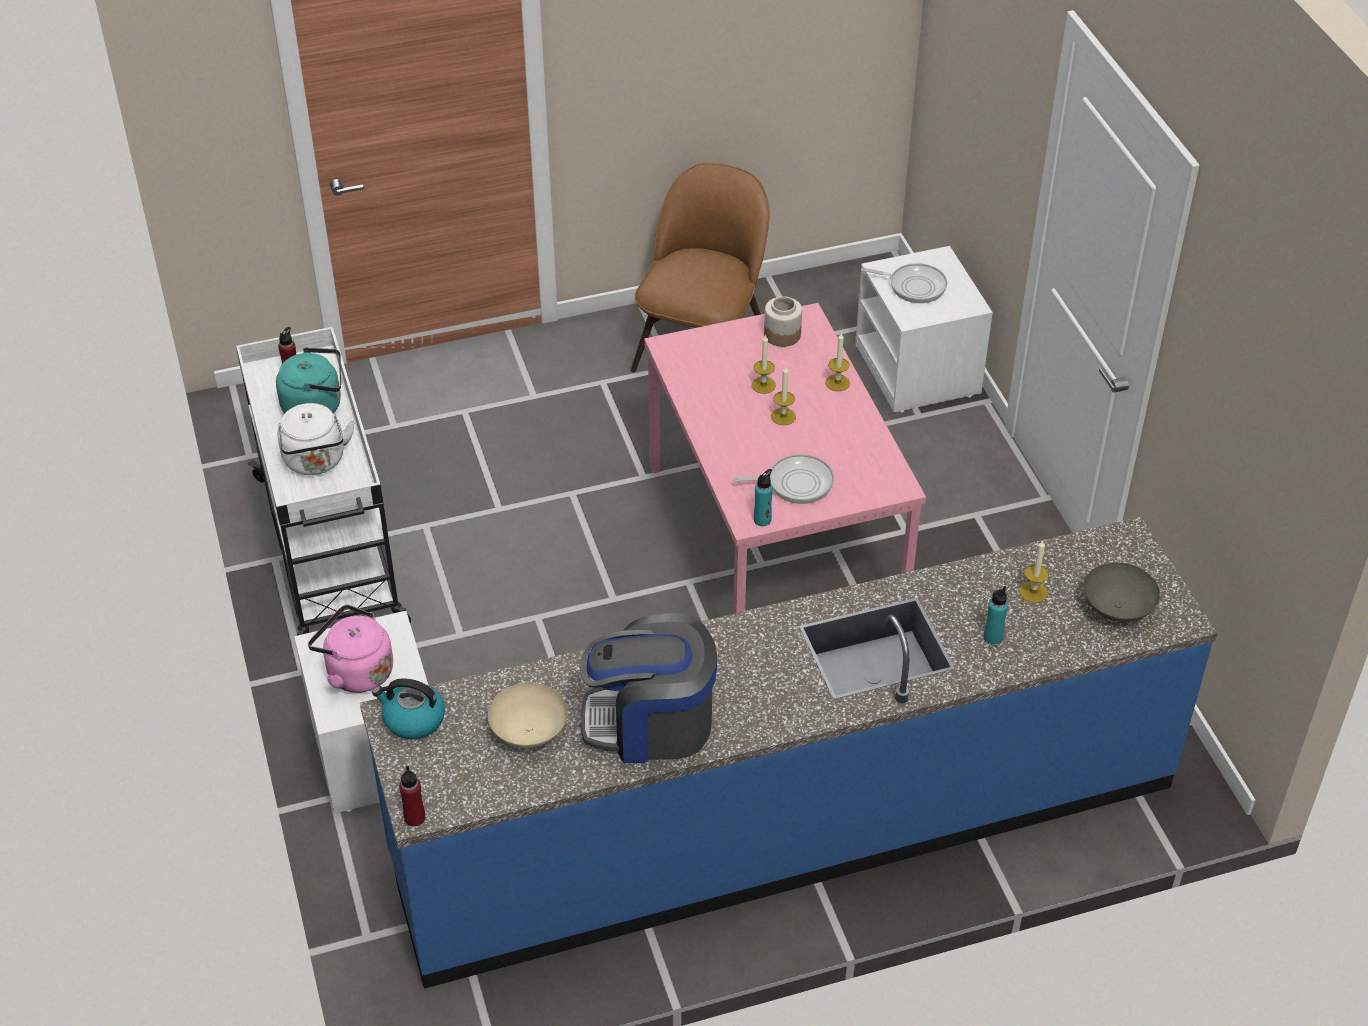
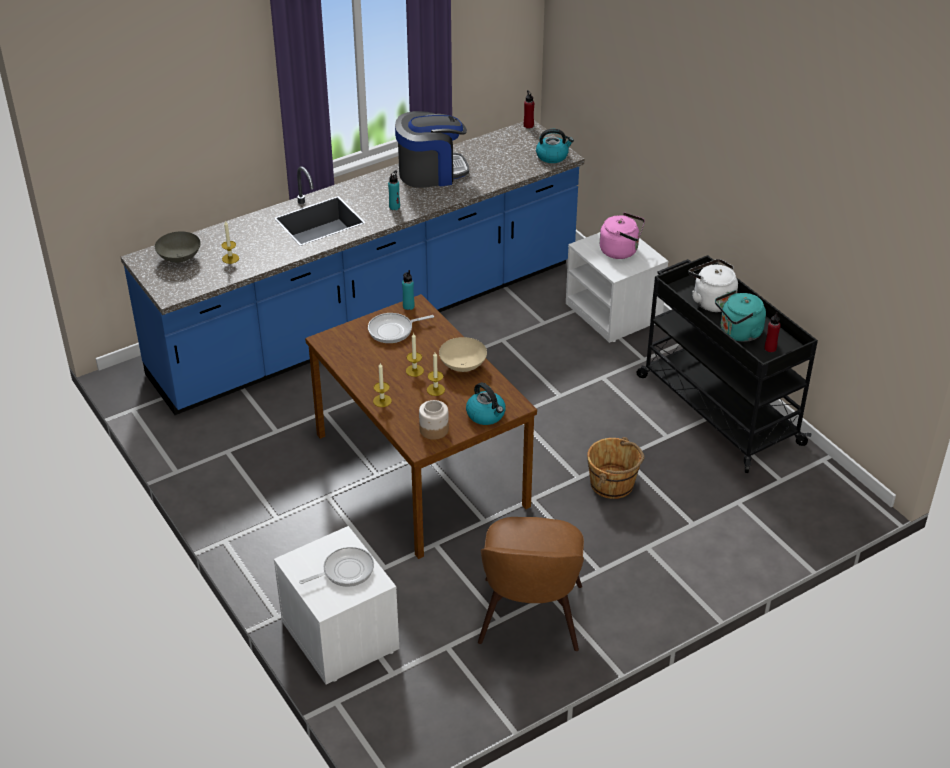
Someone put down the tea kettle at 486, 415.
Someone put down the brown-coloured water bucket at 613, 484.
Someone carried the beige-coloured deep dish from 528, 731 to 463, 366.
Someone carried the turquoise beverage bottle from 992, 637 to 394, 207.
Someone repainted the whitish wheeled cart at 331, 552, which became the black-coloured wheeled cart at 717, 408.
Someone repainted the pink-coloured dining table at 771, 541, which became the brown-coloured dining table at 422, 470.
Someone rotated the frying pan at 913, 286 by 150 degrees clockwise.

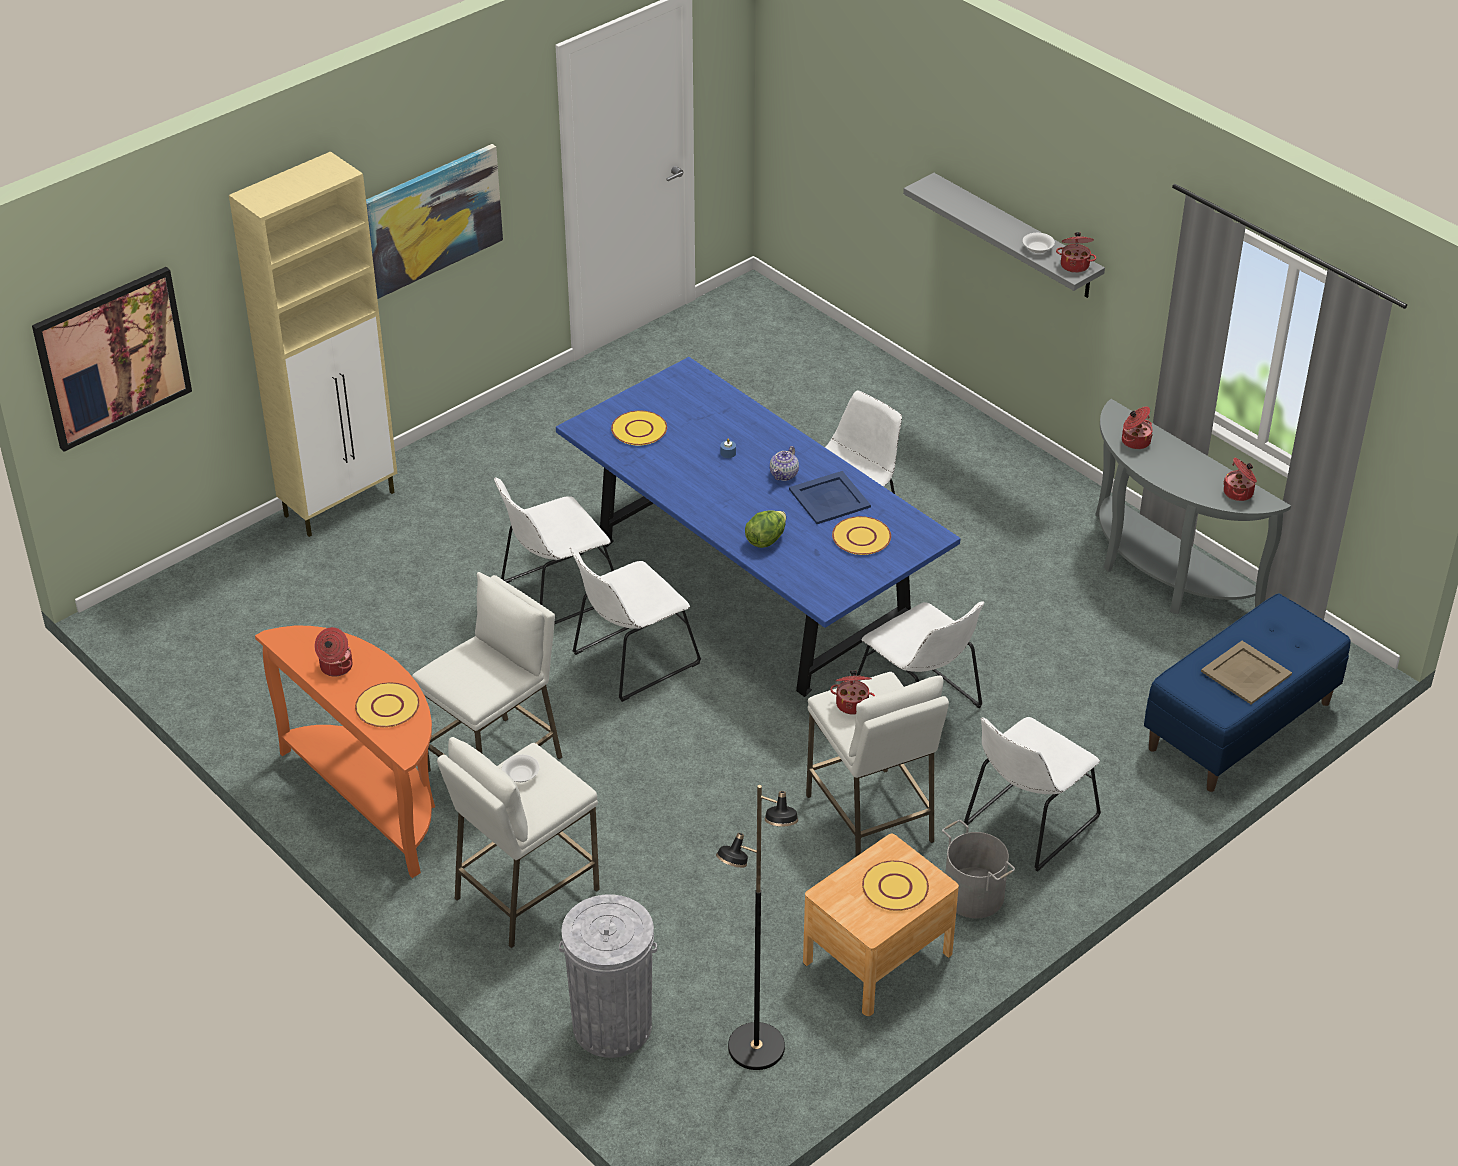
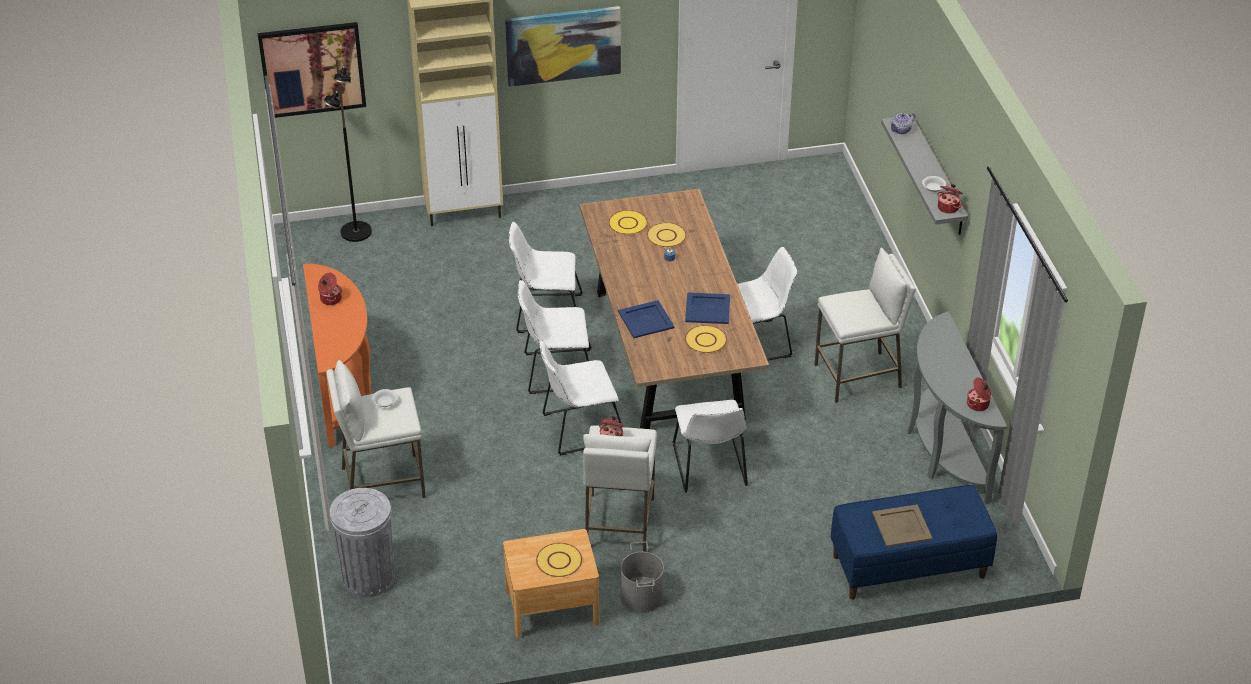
Someone took away the cooking pot at 1135, 441.
Someone carried the yellow-coloured flat dish from 387, 707 to 666, 236.
Someone carried the whitish sitting stool from 495, 764 to 858, 376.
Someone carried the black-coloured standing lamp from 756, 1048 to 355, 232.
Someone carried the pot for tea from 784, 474 to 901, 130.
Someone carried the whitish upright chair from 1027, 824 to 579, 429.
Someone swapped the head of lettuce at 766, 539 for the bluish tray at 645, 319.
Someone repainted the bluish dining table at 752, 584, which became the brown-coloured dining table at 668, 353.

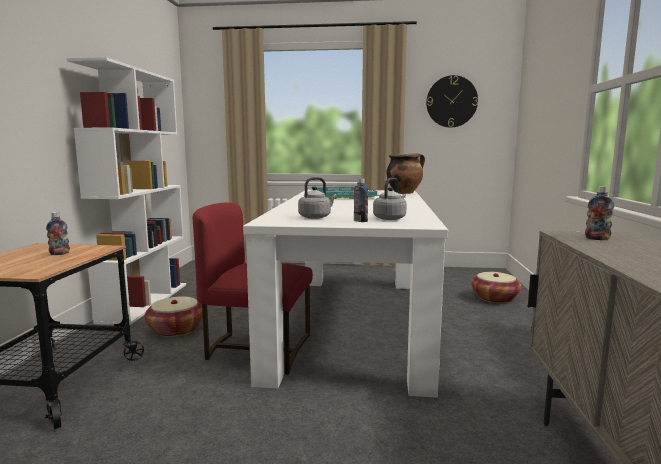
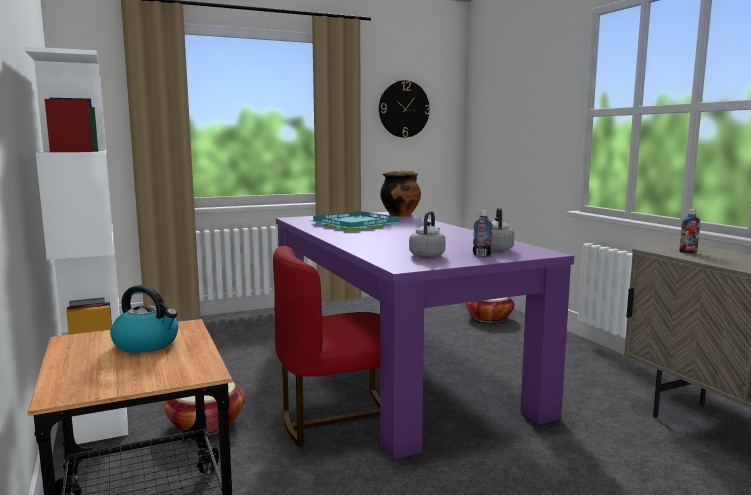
Someone swapped the beverage bottle at 59, 254 for the tea kettle at 147, 344.
Someone repainted the whitish dining table at 353, 321, which became the purplish dining table at 395, 367.

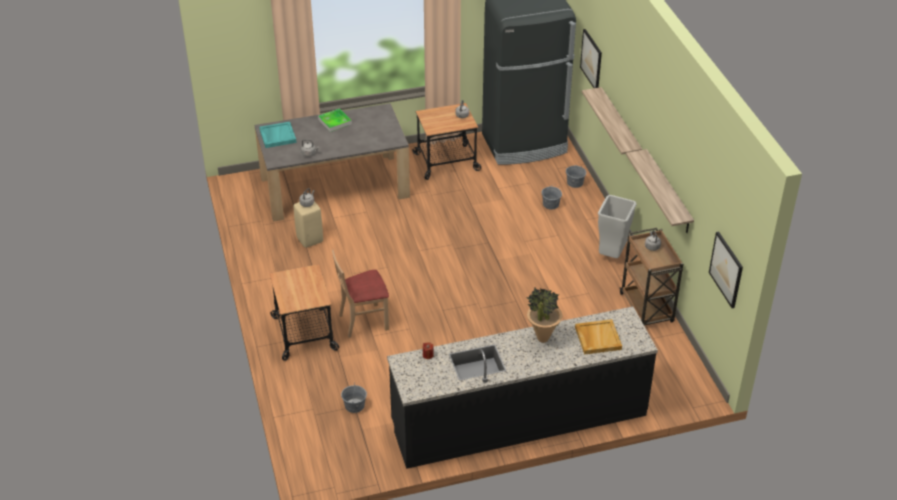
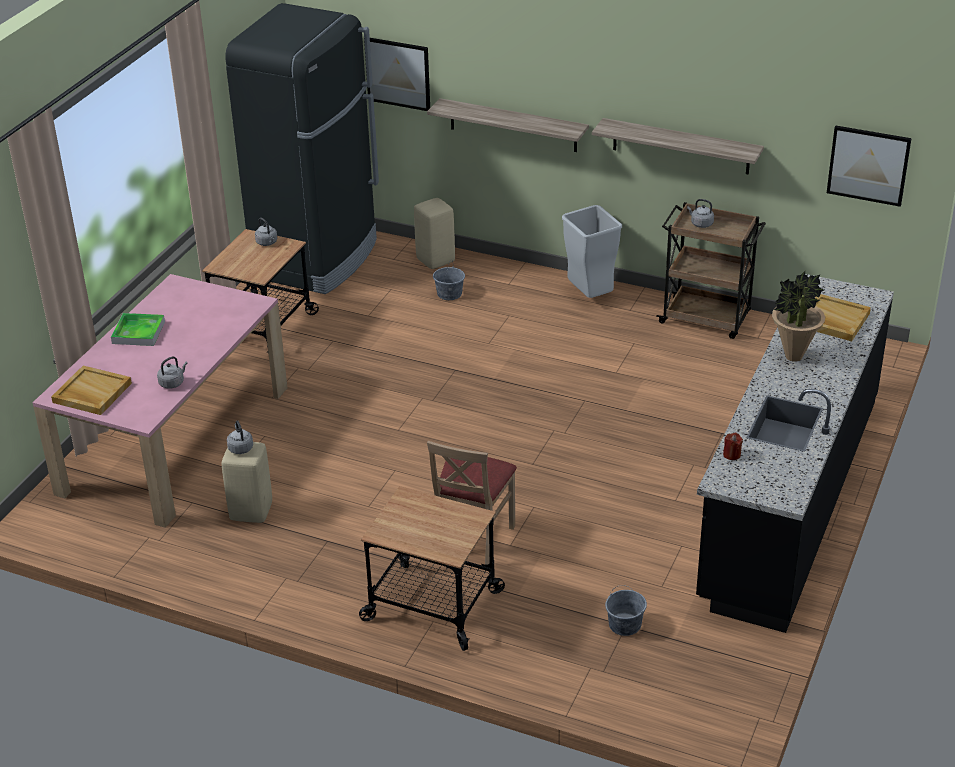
Someone swapped the grey water bucket at 575, 183 for the beige-coloured sitting stool at 435, 260.
Someone repainted the grey dining table at 334, 186, which became the pink-coloured dining table at 174, 439.
Someone repainted the turquoise tray at 277, 136, which became the beige-coloured tray at 91, 393.

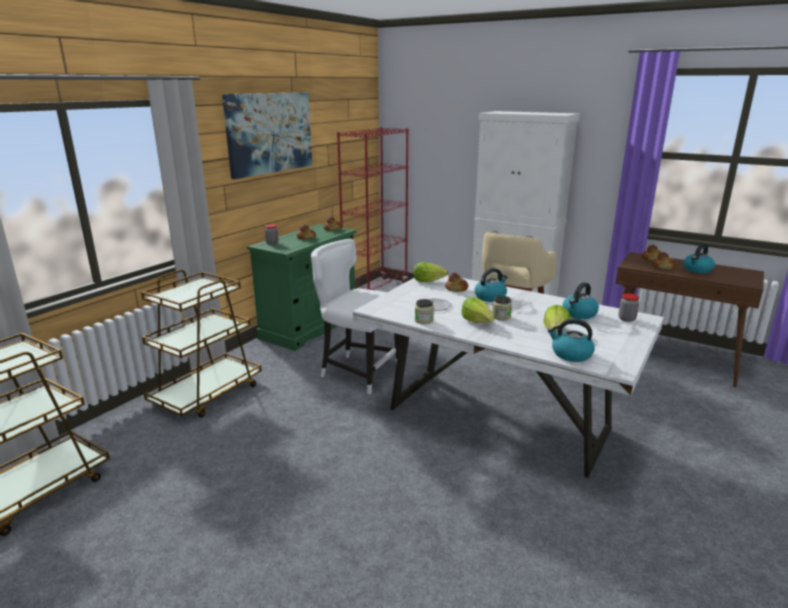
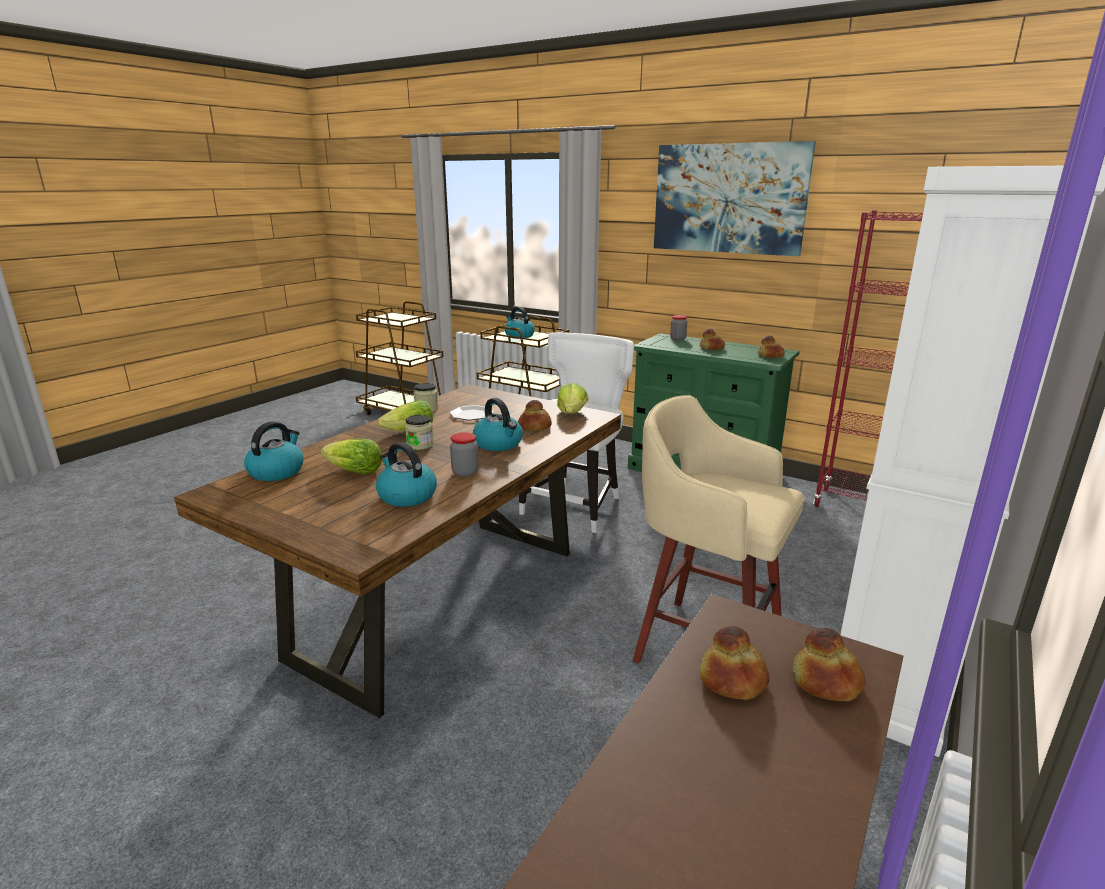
Someone carried the preserve jar from 626, 319 to 465, 472.
Someone carried the tea kettle from 697, 270 to 519, 336.
Someone repainted the whitish dining table at 499, 419, which became the brown-coloured dining table at 441, 603.

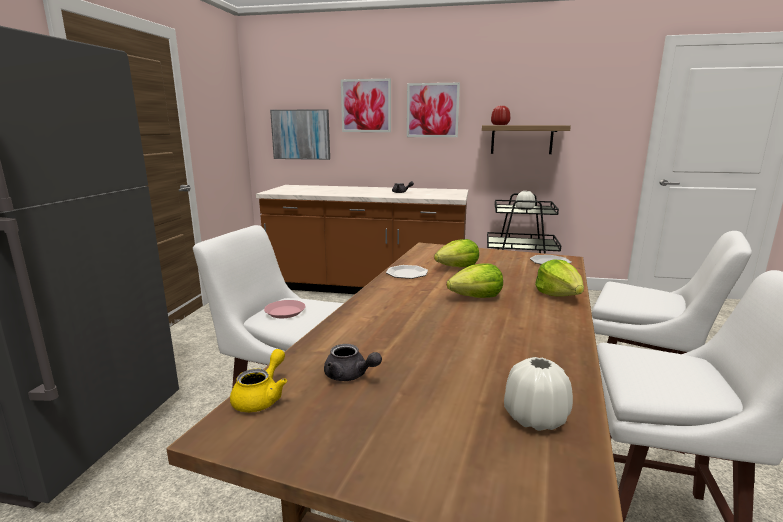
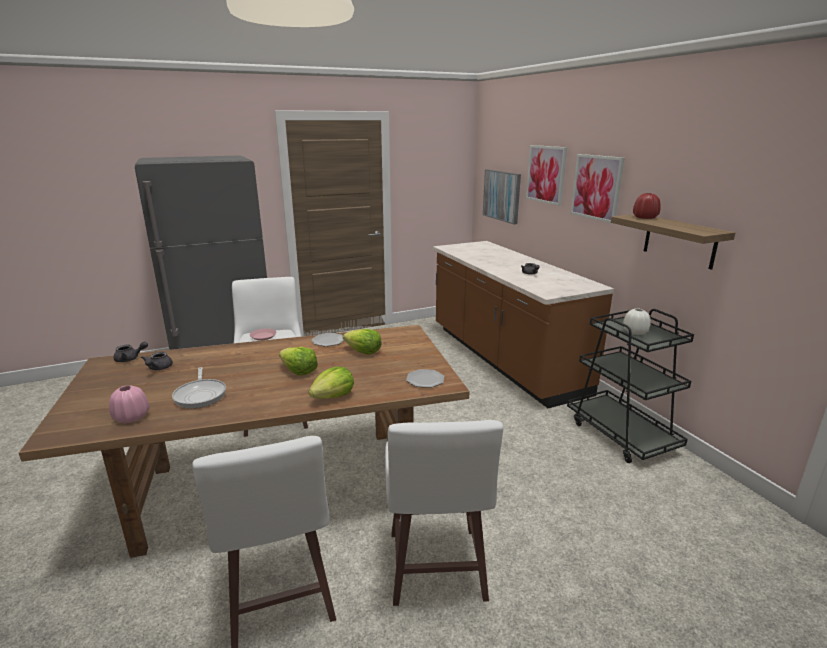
Someone put down the frying pan at 201, 395.
Someone repainted the yellow-coloured pot for tea at 262, 397, which became the grey pot for tea at 130, 359.
Someone repainted the whitish vase at 535, 418, which became the pink-coloured vase at 131, 417.

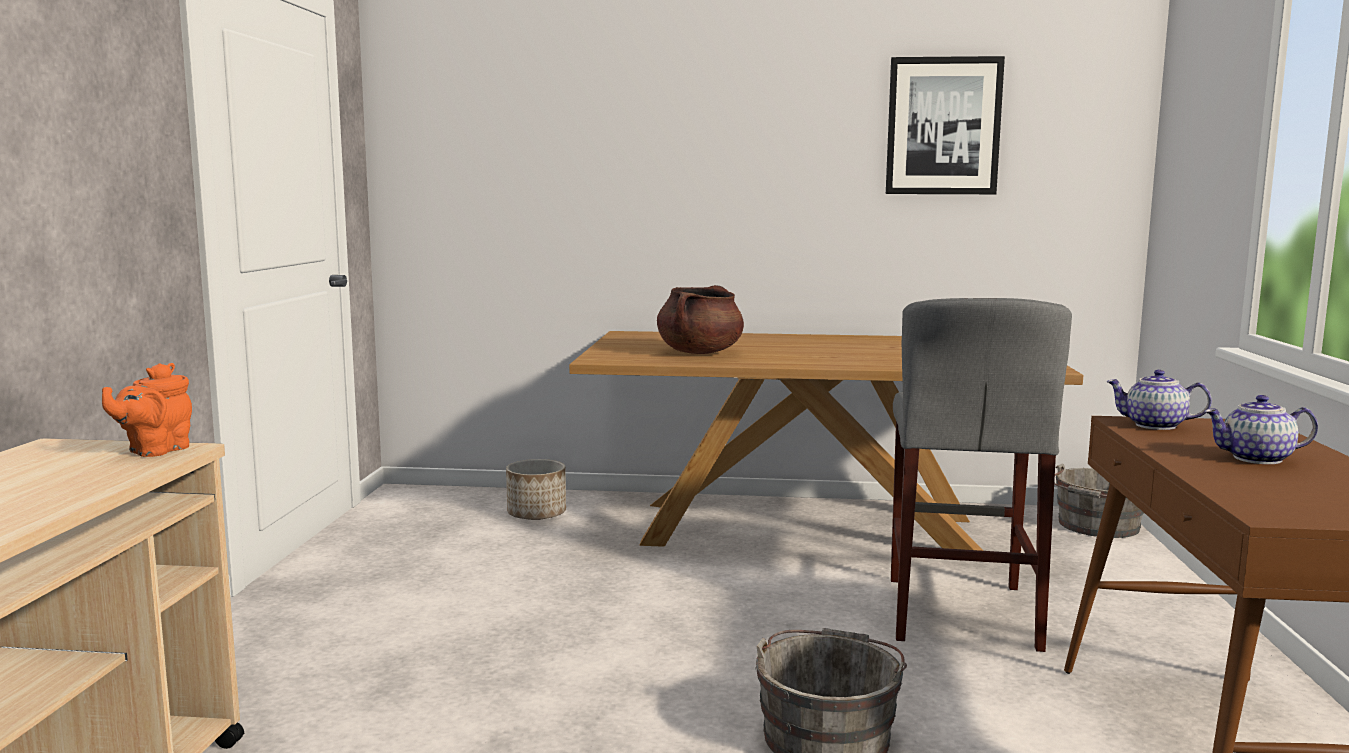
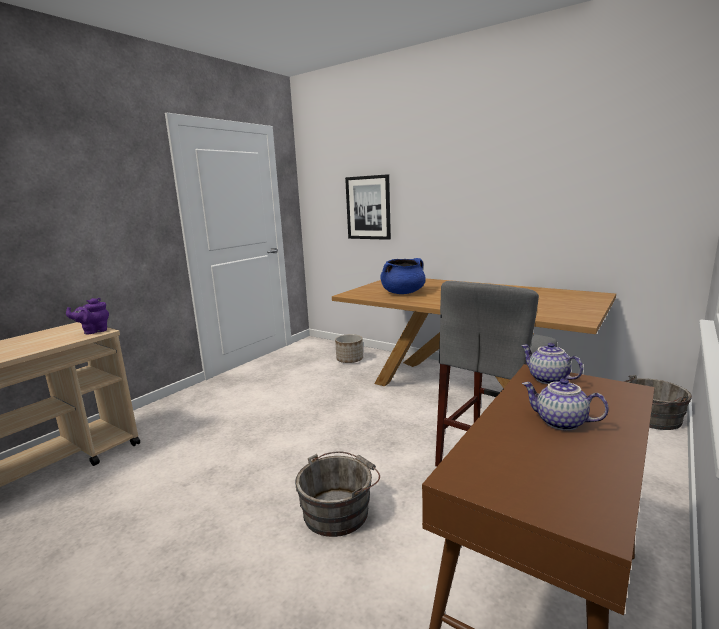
Someone carried the picture from 943, 126 to 368, 207.
Someone repainted the orange-coloured pot for tea at 155, 451, which became the purplish pot for tea at 94, 331.
Someone repainted the brown-coloured cooking pot at 700, 352, which became the bluish cooking pot at 403, 293.

